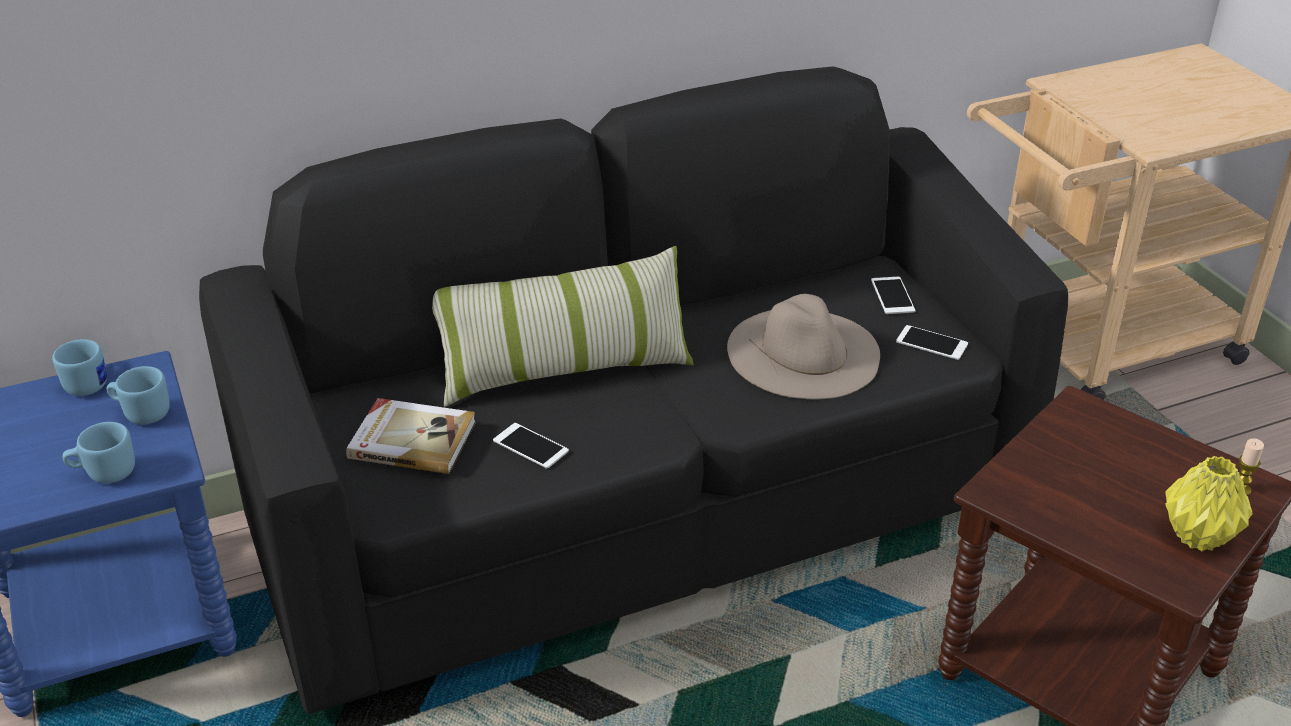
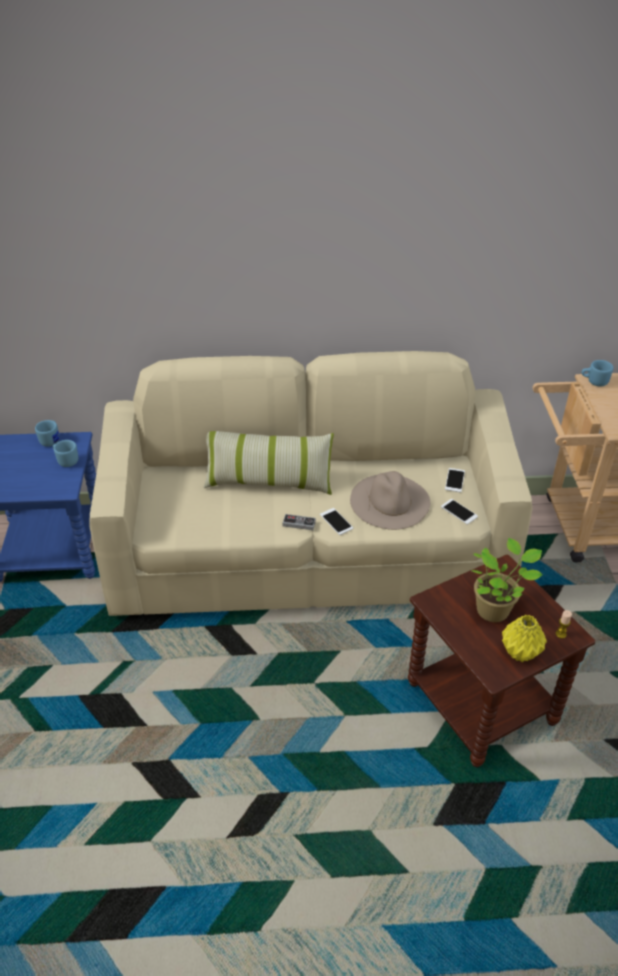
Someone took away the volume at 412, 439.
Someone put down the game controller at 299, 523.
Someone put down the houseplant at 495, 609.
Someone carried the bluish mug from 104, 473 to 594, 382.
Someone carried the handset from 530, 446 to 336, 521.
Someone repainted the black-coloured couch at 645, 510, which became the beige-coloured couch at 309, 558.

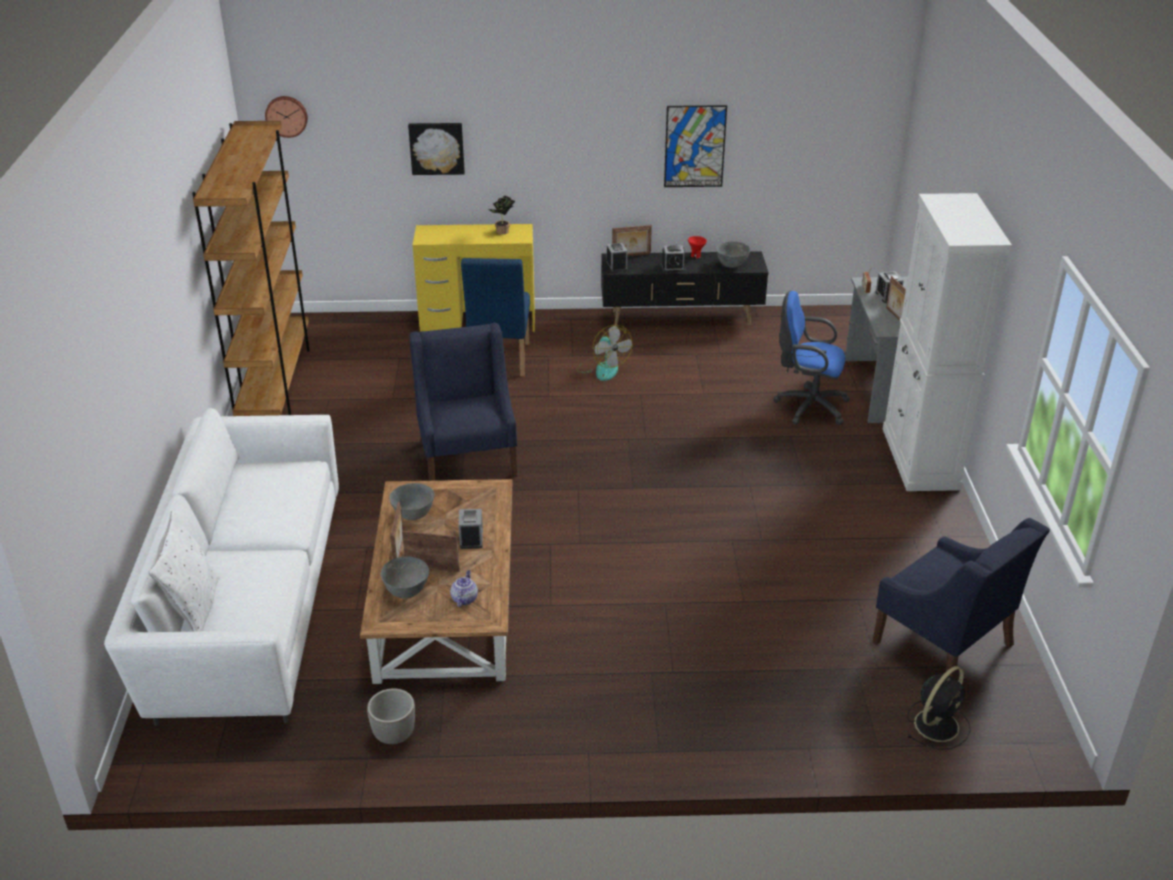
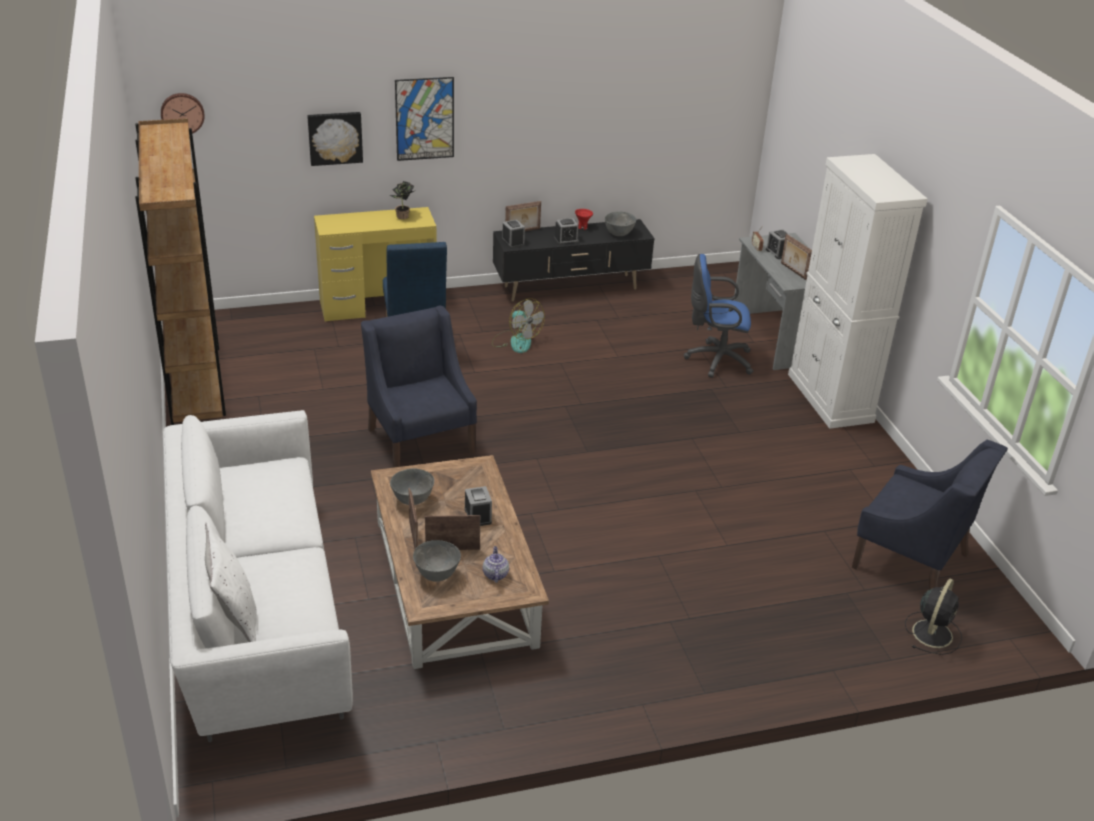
Someone took away the plant pot at 395, 736.
Someone carried the picture from 694, 146 to 424, 119.

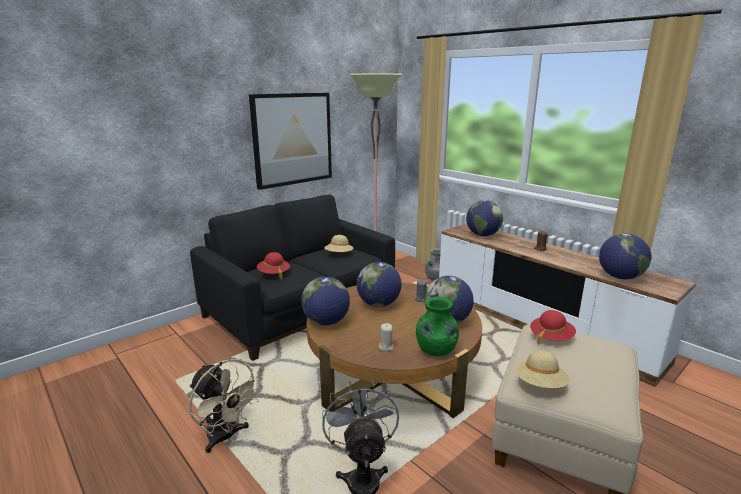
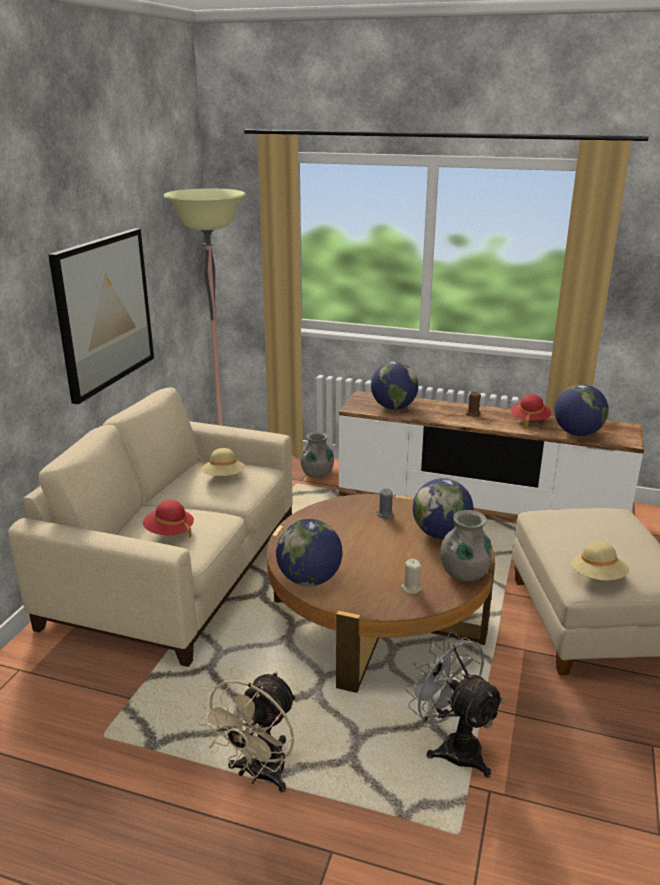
Someone took away the world globe at 379, 304.
Someone carried the red wearable hat from 551, 337 to 529, 420.
Someone repainted the black-coloured couch at 301, 309, which became the beige-coloured couch at 178, 570.
Someone repainted the green-coloured vase at 435, 350, which became the grey vase at 464, 574.
Someone rotated the beige-coloured fan at 226, 437 by 105 degrees clockwise.

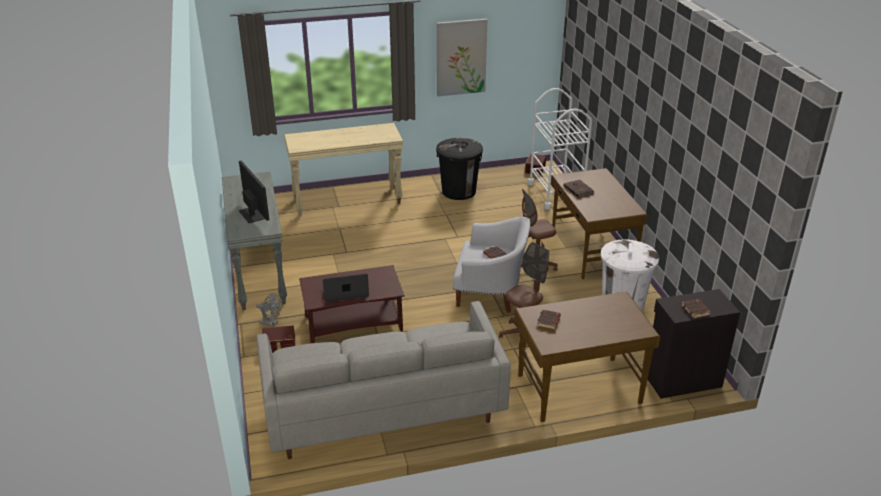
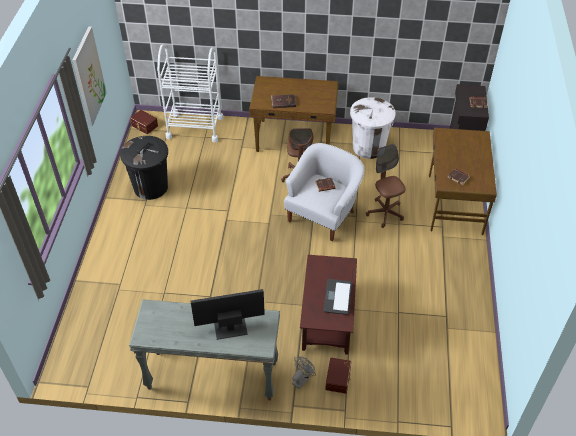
Someone took away the grey couch at 382, 410.
Someone took away the beige-coloured narrow table at 347, 201.

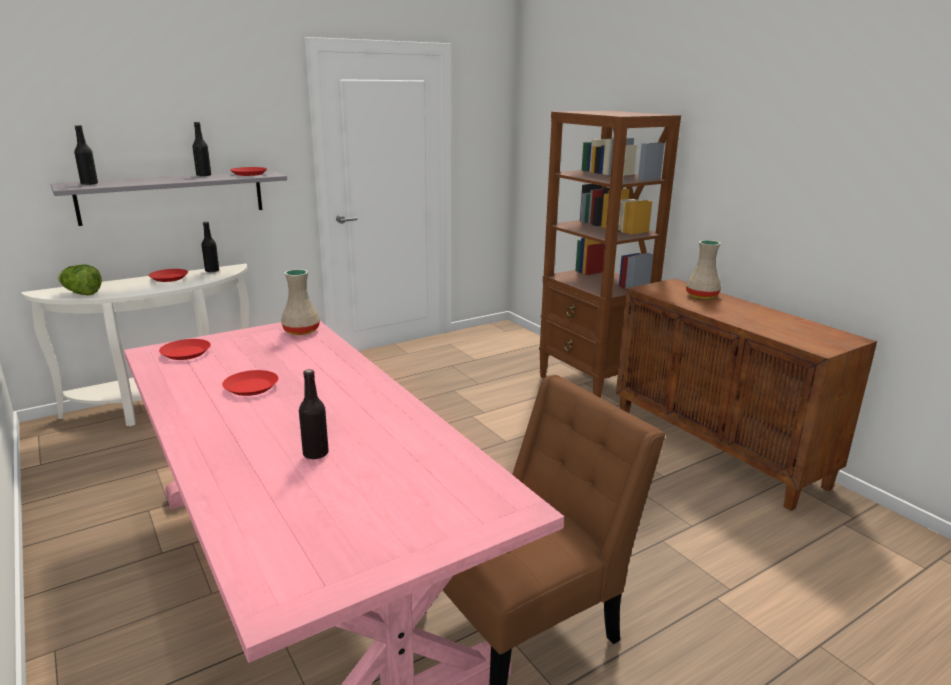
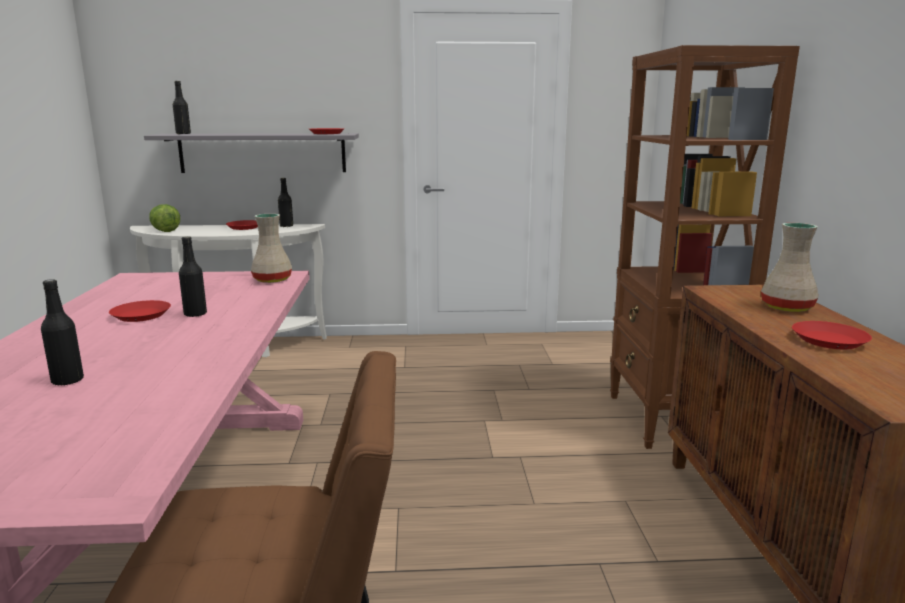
Someone carried the red flat dish from 186, 353 to 830, 341.
Someone carried the black-coloured beverage bottle from 204, 175 to 195, 314.

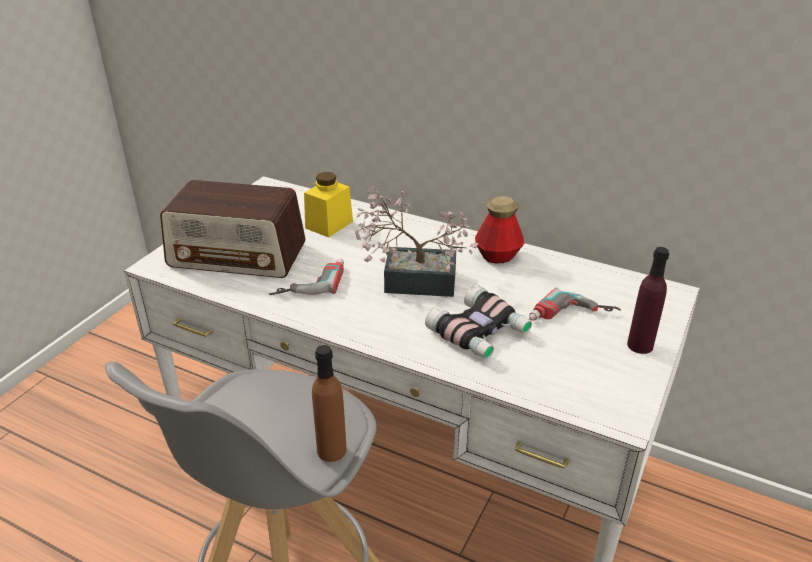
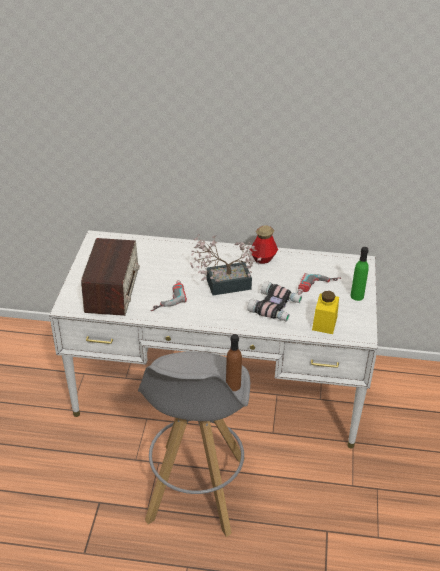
Someone carried the yellow-coloured preserve jar from 329, 224 to 324, 323.
Someone repainted the purplish beverage bottle at 640, 345, which became the green-coloured beverage bottle at 357, 296.
Someone rotated the radio at 238, 255 by 75 degrees counterclockwise.

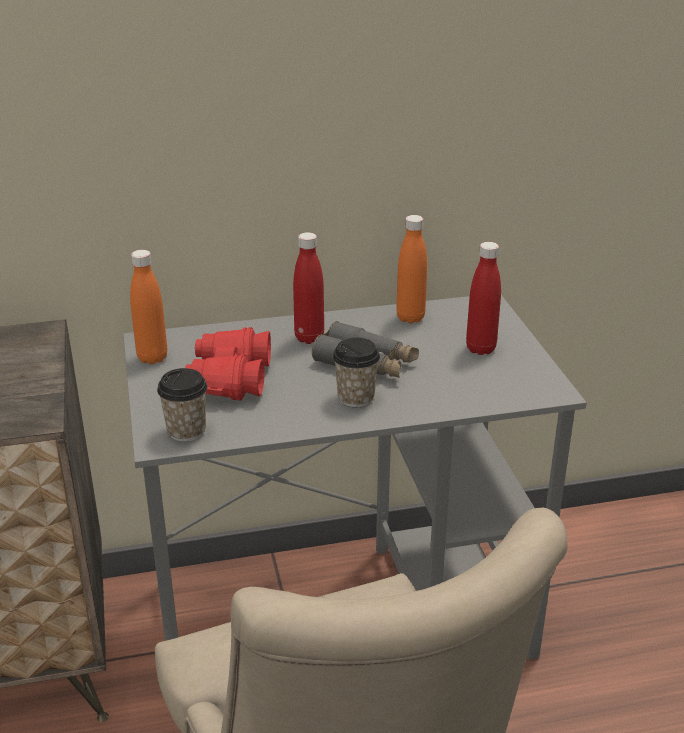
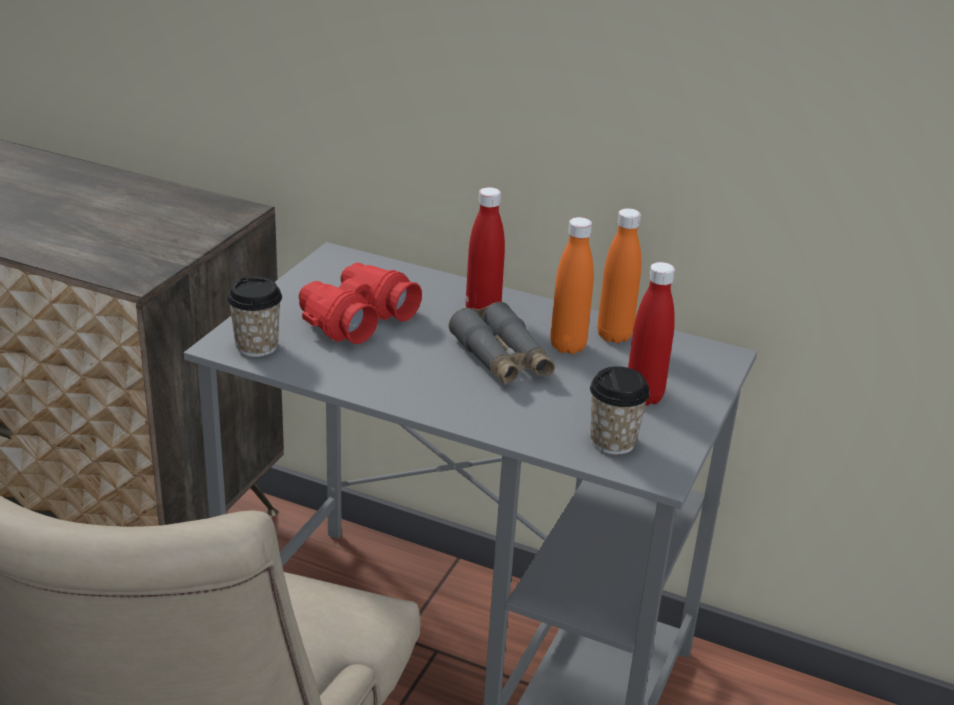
Someone carried the orange-coloured beverage bottle from 152, 358 to 567, 346.
Someone carried the cup from 356, 398 to 612, 442.

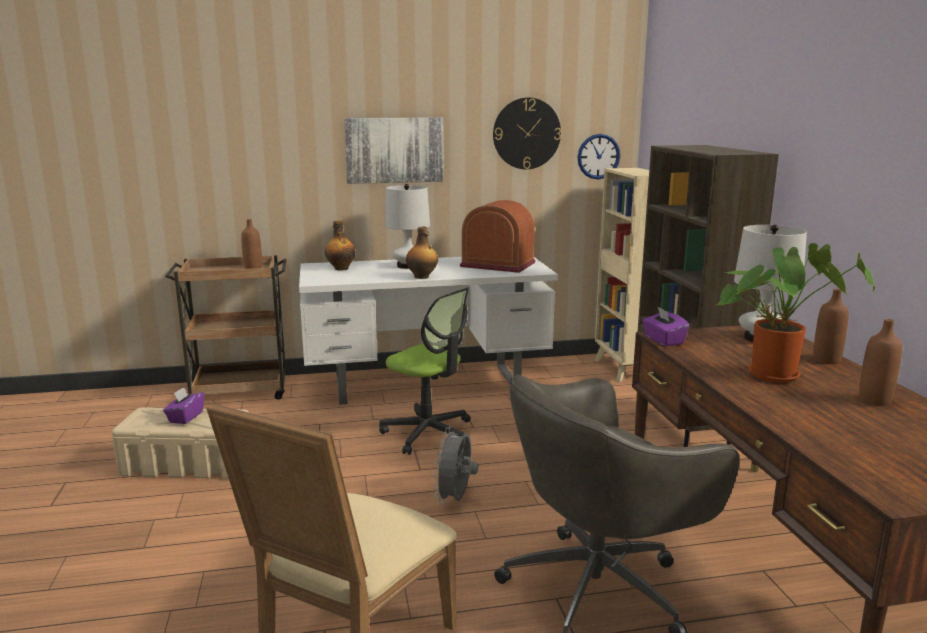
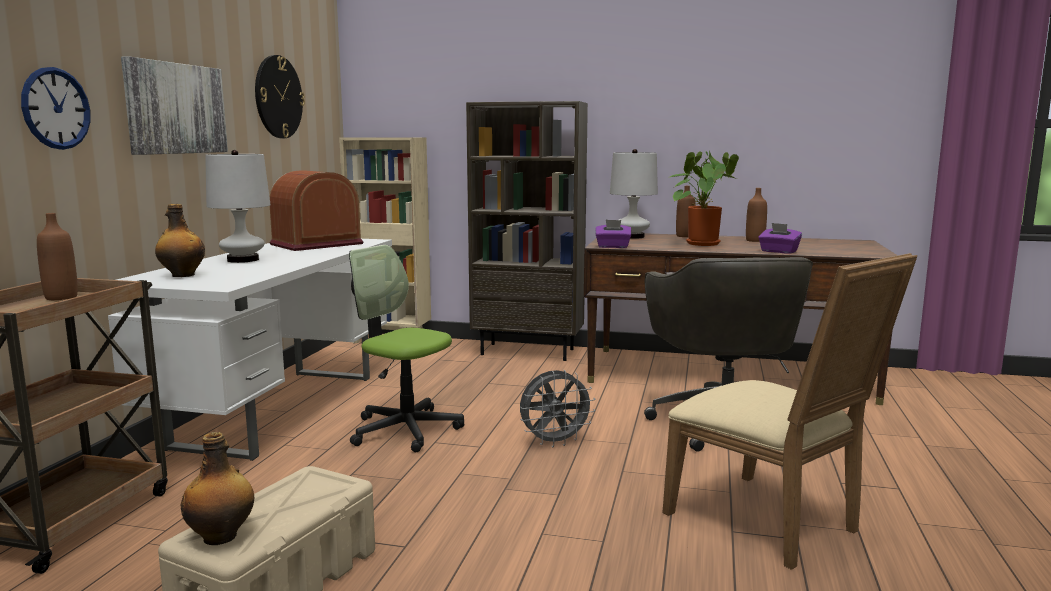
Someone carried the purplish tissue box from 185, 417 to 778, 251.
Someone carried the beverage bottle from 422, 277 to 221, 536.
Someone carried the clock on the wall from 598, 156 to 56, 108.
Someone rotated the office chair at 428, 433 by 120 degrees counterclockwise.
Someone rotated the grey fan at 455, 499 by 60 degrees counterclockwise.

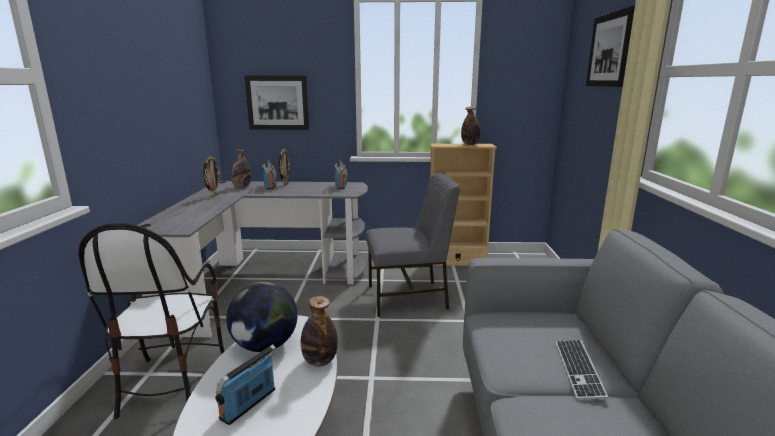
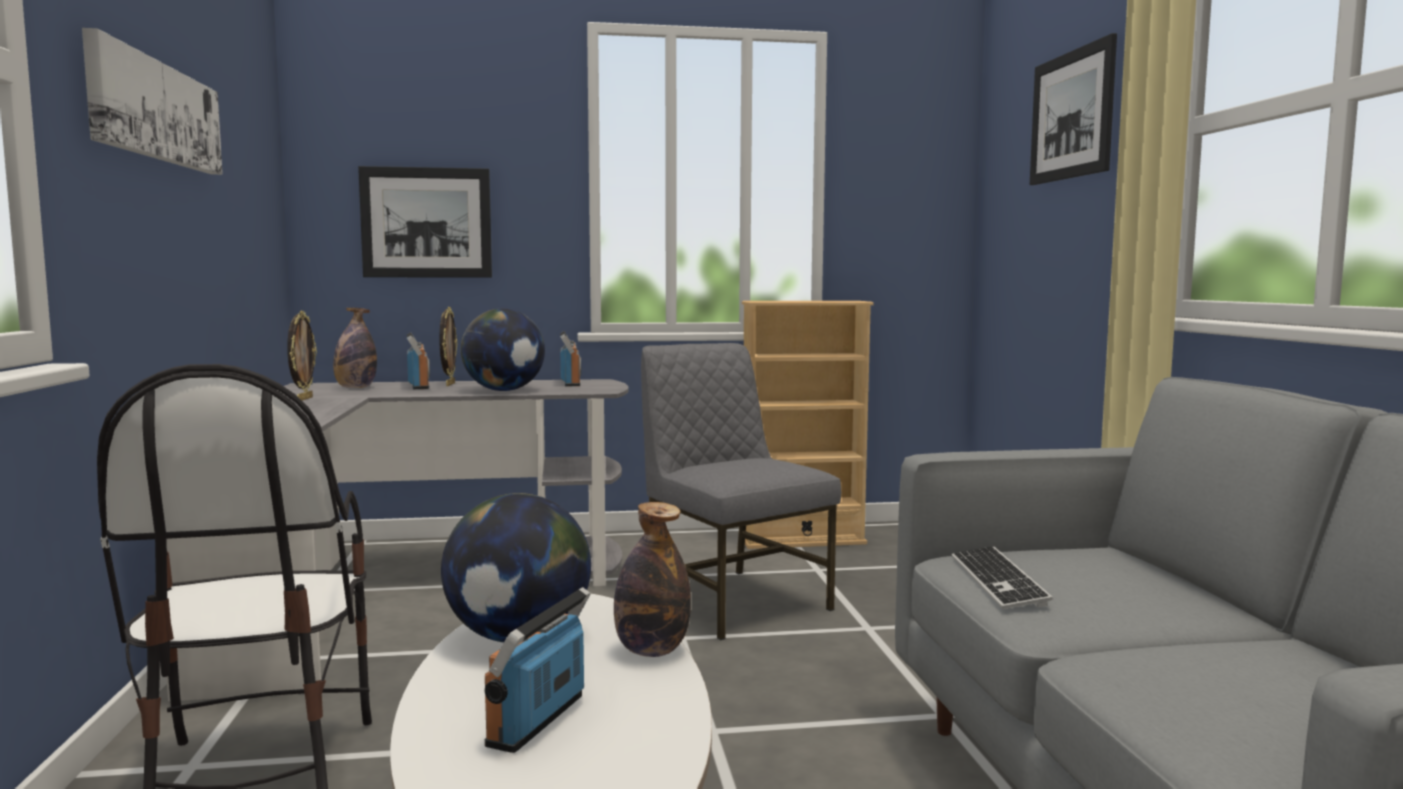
Someone took away the beverage bottle at 470, 144.
Someone put up the picture at 155, 112.
Someone put down the world globe at 504, 390.
Someone carried the computer keyboard from 578, 370 to 997, 580.
Someone rotated the grey upright chair at 409, 298 by 105 degrees counterclockwise.

